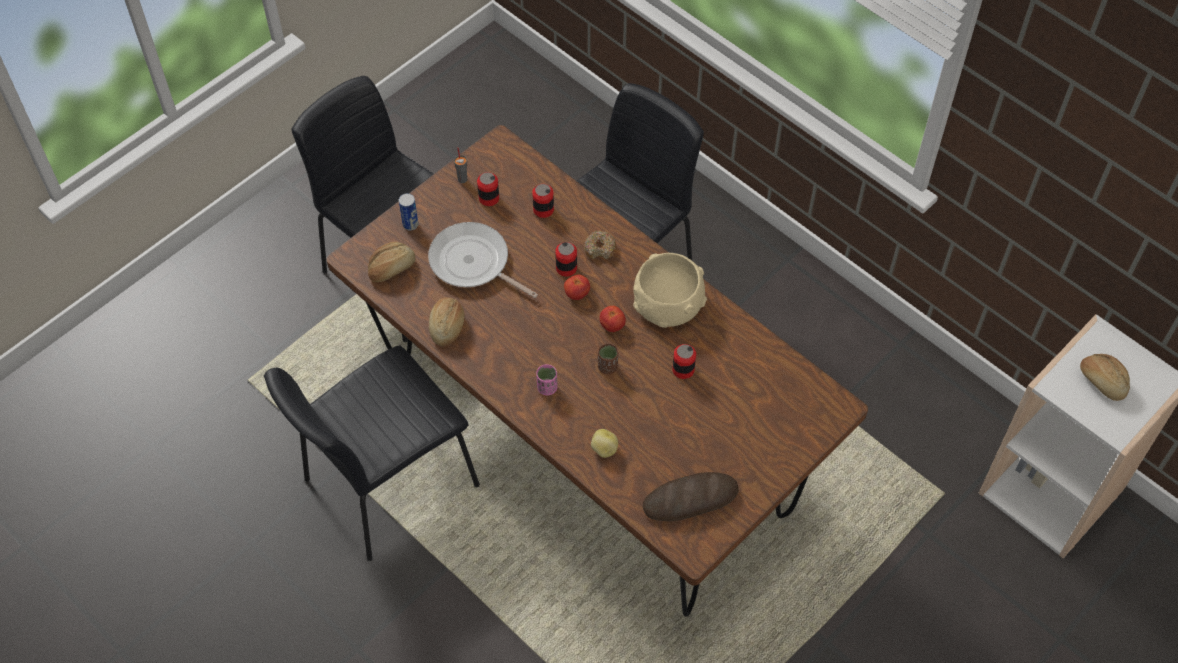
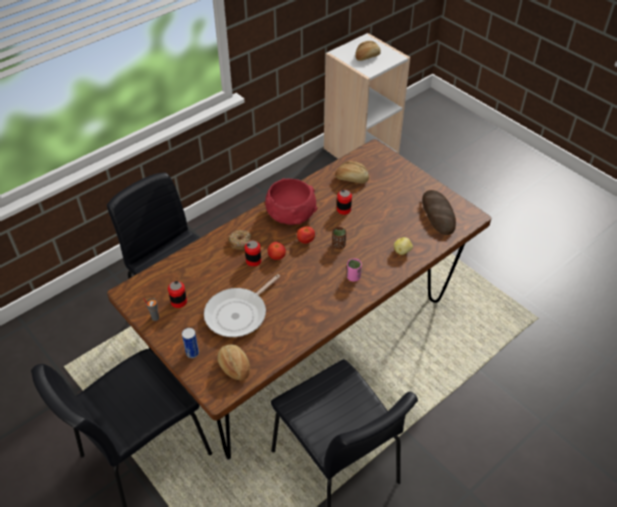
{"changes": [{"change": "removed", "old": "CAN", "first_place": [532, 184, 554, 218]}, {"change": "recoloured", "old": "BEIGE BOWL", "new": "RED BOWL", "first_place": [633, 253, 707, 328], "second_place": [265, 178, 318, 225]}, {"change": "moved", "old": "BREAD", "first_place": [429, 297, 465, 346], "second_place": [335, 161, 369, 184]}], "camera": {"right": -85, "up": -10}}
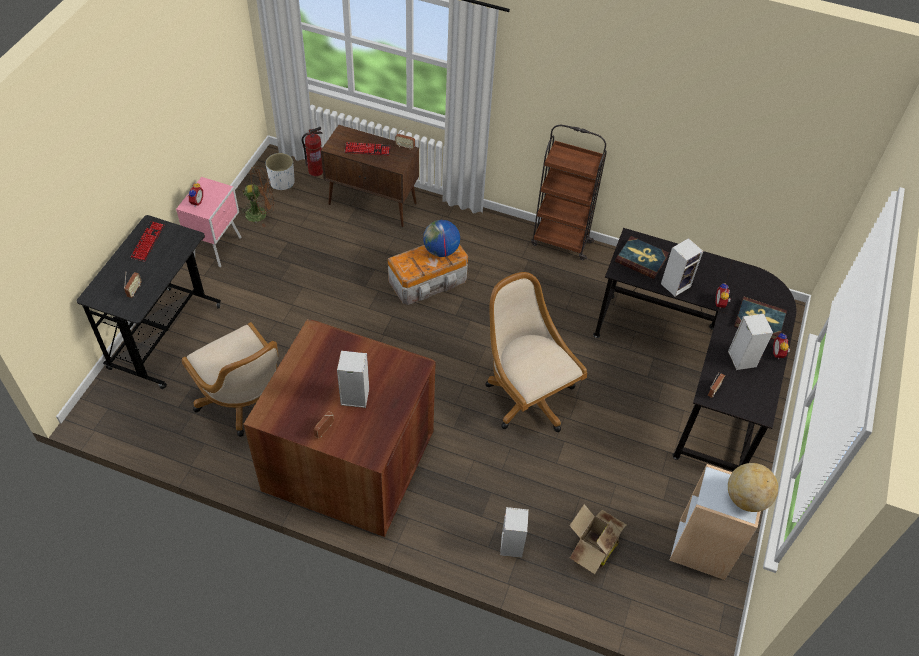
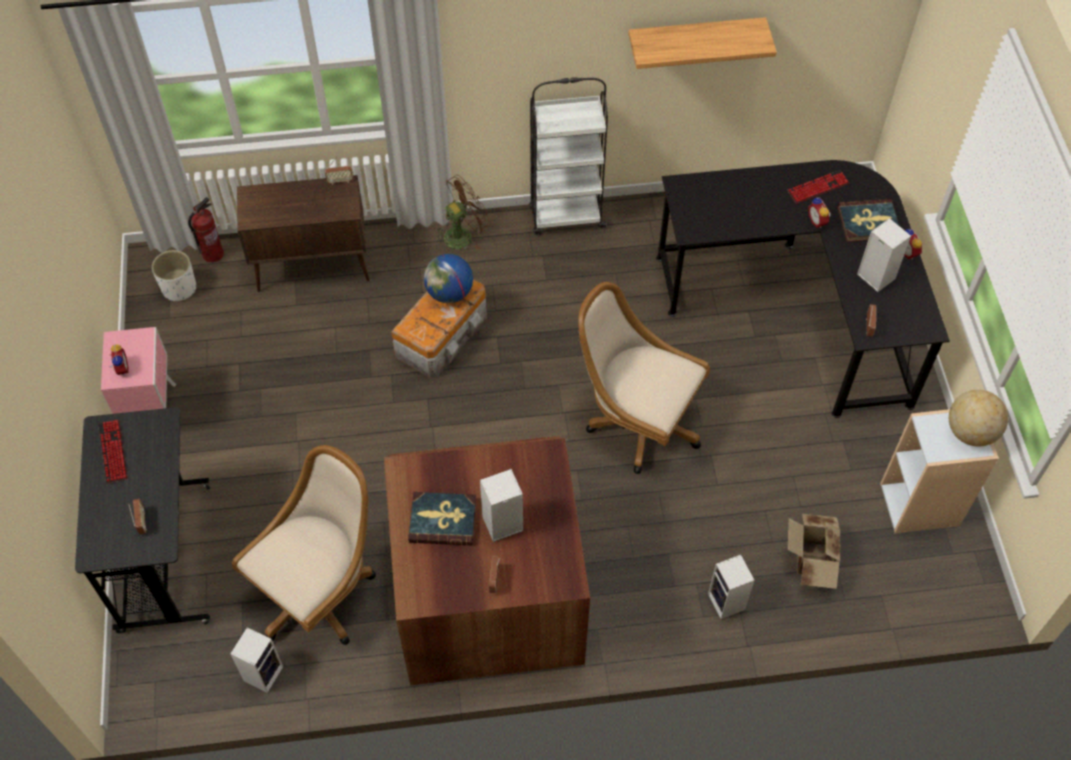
{"changes": [{"change": "recoloured", "old": "BROWN CART", "new": "WHITE CART", "first_place": [531, 125, 607, 260], "second_place": [529, 77, 609, 235]}, {"change": "moved", "old": "KEYBOARD", "first_place": [344, 142, 390, 155], "second_place": [787, 170, 849, 204]}, {"change": "moved", "old": "BROWN FAN", "first_place": [239, 166, 274, 227], "second_place": [435, 175, 491, 250]}, {"change": "moved", "old": "BOOK", "first_place": [615, 236, 669, 279], "second_place": [408, 492, 476, 546]}, {"change": "moved", "old": "SPEAKER", "first_place": [661, 238, 703, 296], "second_place": [230, 627, 283, 693]}, {"change": "turned", "old": "OFFICE CHAIR", "first_place": [182, 322, 278, 437], "second_place": [232, 445, 376, 645], "degrees": -75}, {"change": "added", "new": "SHELF", "second_place": [628, 17, 777, 69]}], "camera": {"right": -25, "up": 5}}
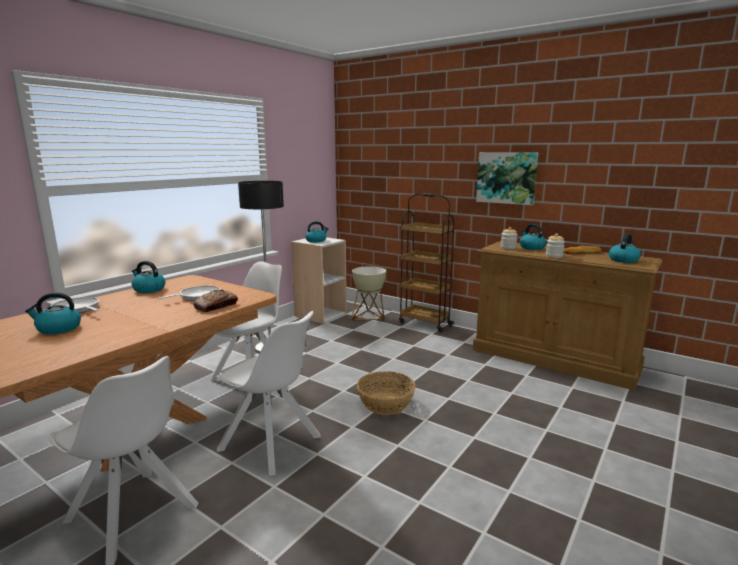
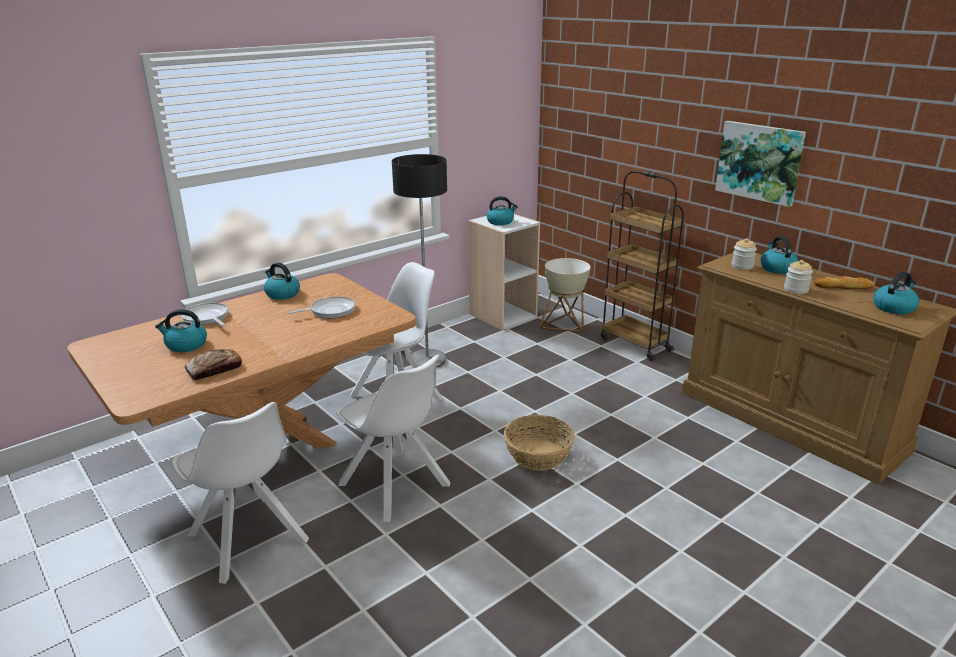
{"changes": [{"change": "moved", "old": "BREAD", "first_place": [193, 289, 238, 312], "second_place": [184, 349, 242, 380]}], "camera": {"right": 15, "up": 10}}
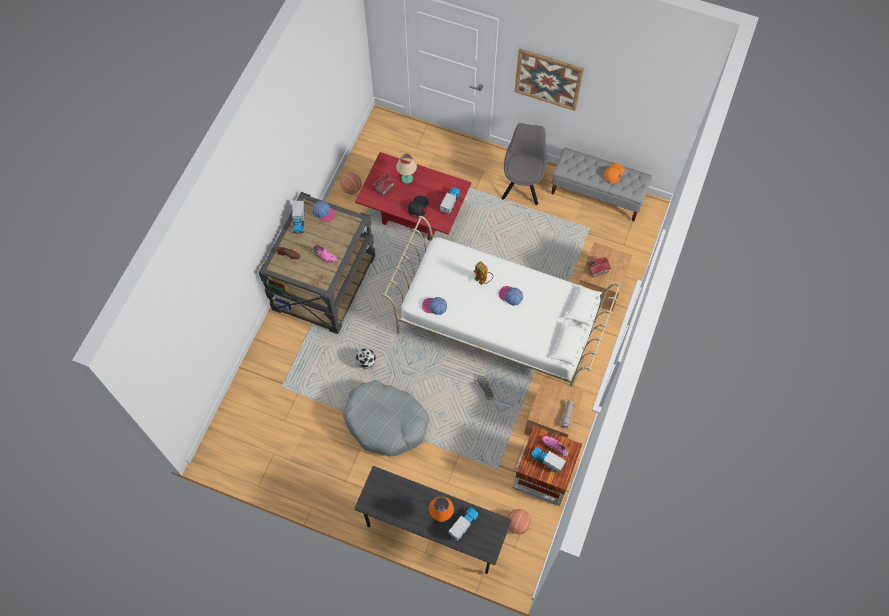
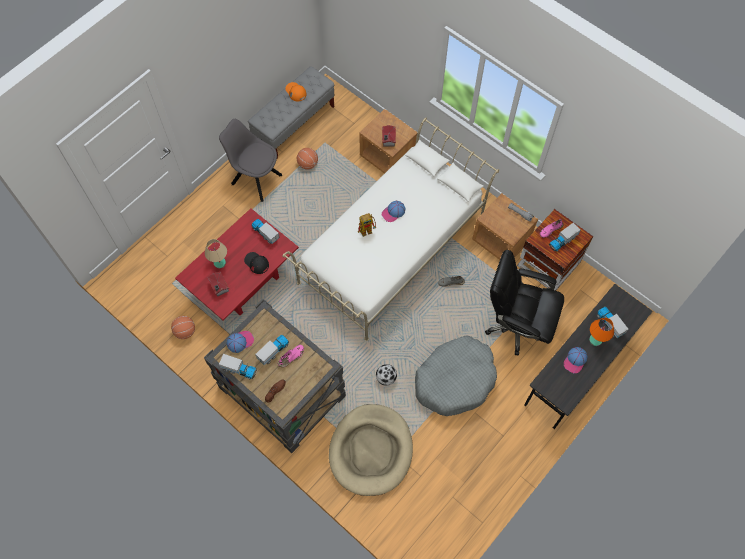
{"changes": [{"change": "removed", "old": "PICTURE", "first_place": [514, 49, 584, 111]}, {"change": "moved", "old": "CAP", "first_place": [422, 297, 447, 315], "second_place": [564, 347, 588, 373]}, {"change": "moved", "old": "BASKETBALL", "first_place": [507, 509, 531, 534], "second_place": [297, 148, 318, 170]}, {"change": "added", "new": "BLACK OFFICE CHAIR", "second_place": [485, 250, 564, 355]}, {"change": "added", "new": "TOY TRUCK", "second_place": [255, 335, 289, 365]}, {"change": "added", "new": "BEIGE DOG BED", "second_place": [329, 404, 413, 496]}], "camera": {"right": -70, "up": 0}}
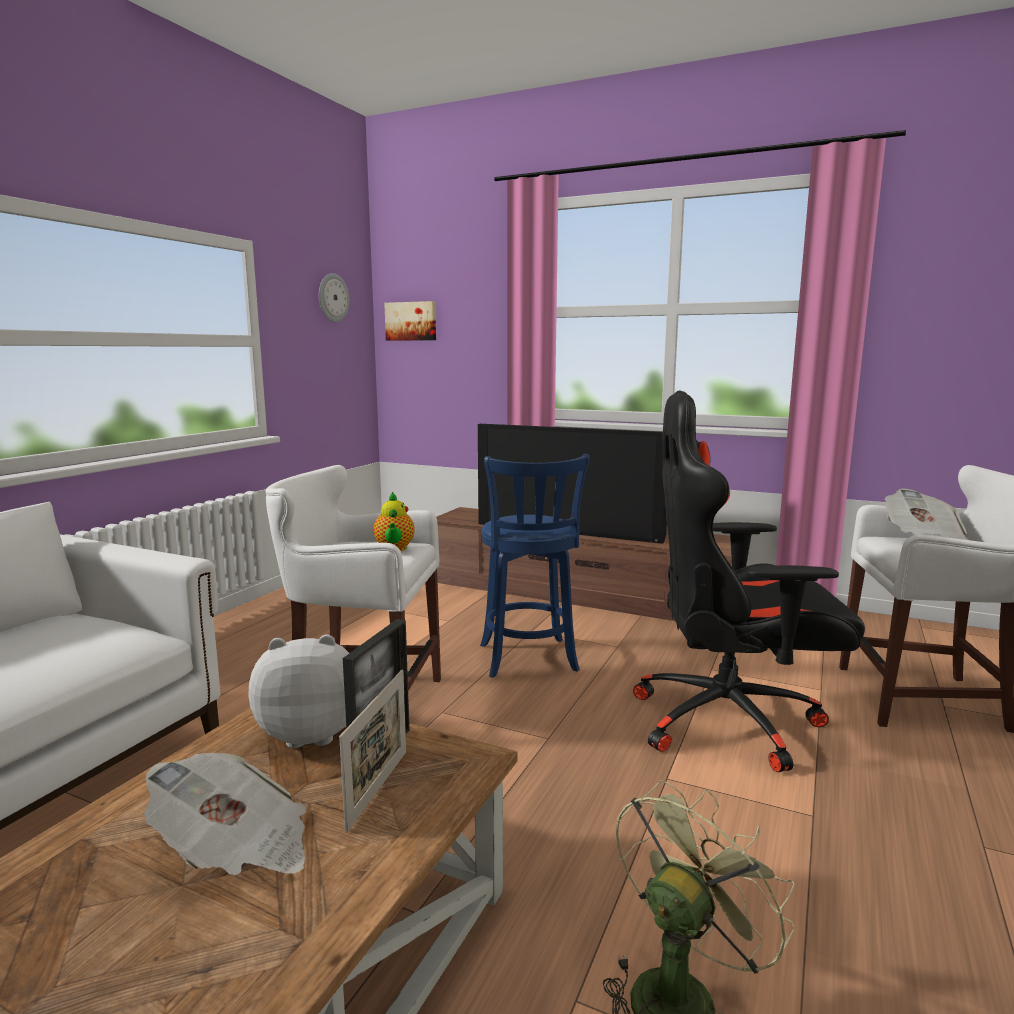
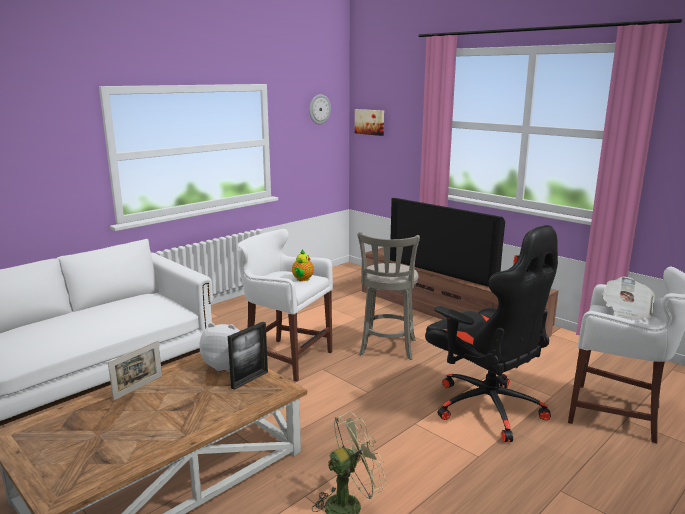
{"changes": [{"change": "turned", "old": "BLACK OFFICE CHAIR", "first_place": [633, 390, 865, 772], "second_place": [425, 225, 558, 442], "degrees": -150}, {"change": "recoloured", "old": "BLUE STOOL", "new": "GREY STOOL", "first_place": [480, 454, 590, 678], "second_place": [358, 232, 420, 360]}, {"change": "moved", "old": "PICTURE FRAME", "first_place": [339, 670, 406, 833], "second_place": [108, 340, 162, 400]}, {"change": "removed", "old": "NEWSPAPER", "first_place": [144, 753, 306, 875]}], "camera": {"right": 20, "up": 5}}
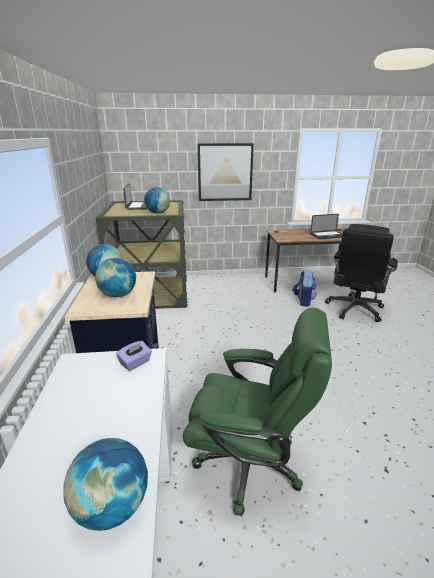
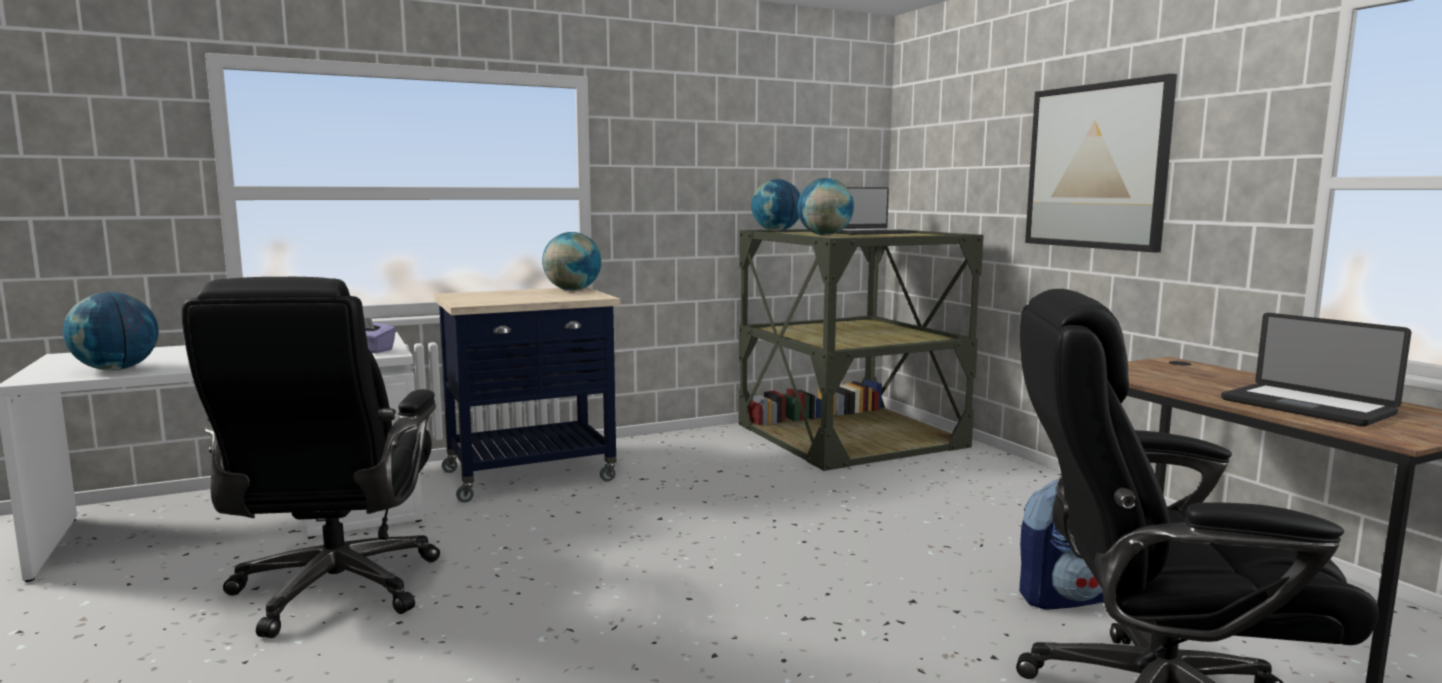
{"changes": [{"change": "moved", "old": "GLOBE", "first_place": [95, 258, 136, 297], "second_place": [751, 179, 800, 231]}, {"change": "recoloured", "old": "GREEN OFFICE CHAIR", "new": "BLACK OFFICE CHAIR", "first_place": [183, 308, 332, 516], "second_place": [182, 277, 440, 638]}], "camera": {"right": 70, "up": -15}}
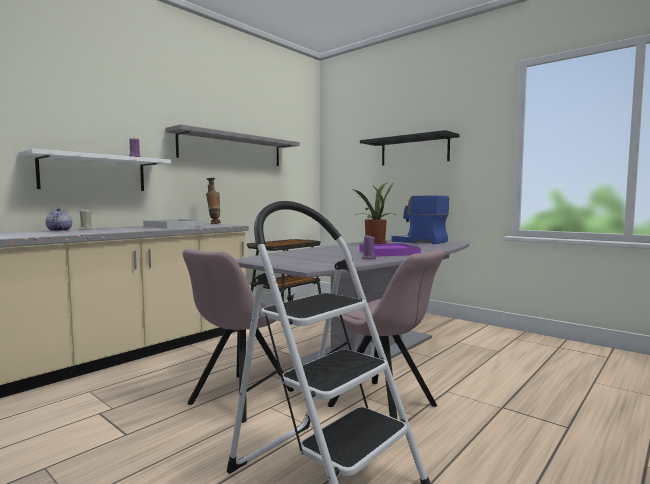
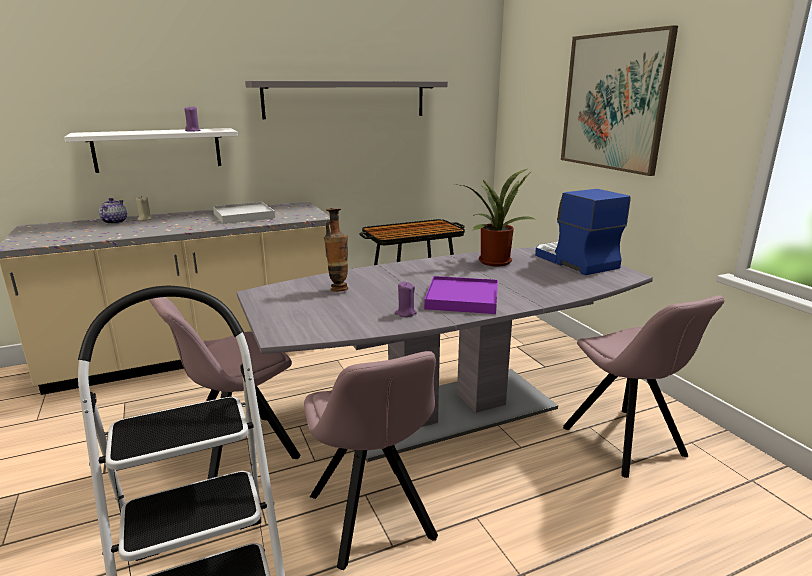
{"changes": [{"change": "replaced", "old": "BLACK SHELF", "new": "PICTURE", "first_place": [360, 130, 459, 166], "second_place": [561, 25, 678, 176]}, {"change": "moved", "old": "VASE", "first_place": [206, 178, 221, 224], "second_place": [324, 208, 348, 292]}, {"change": "added", "new": "PINK CHAIR", "second_place": [563, 295, 724, 478]}], "camera": {"right": 25, "up": 15}}
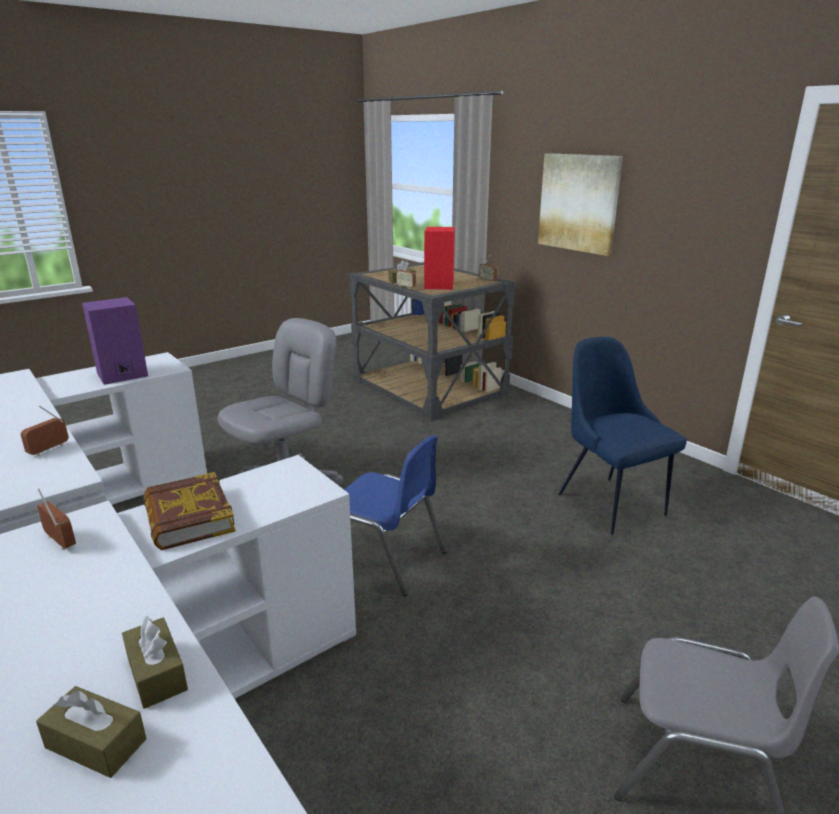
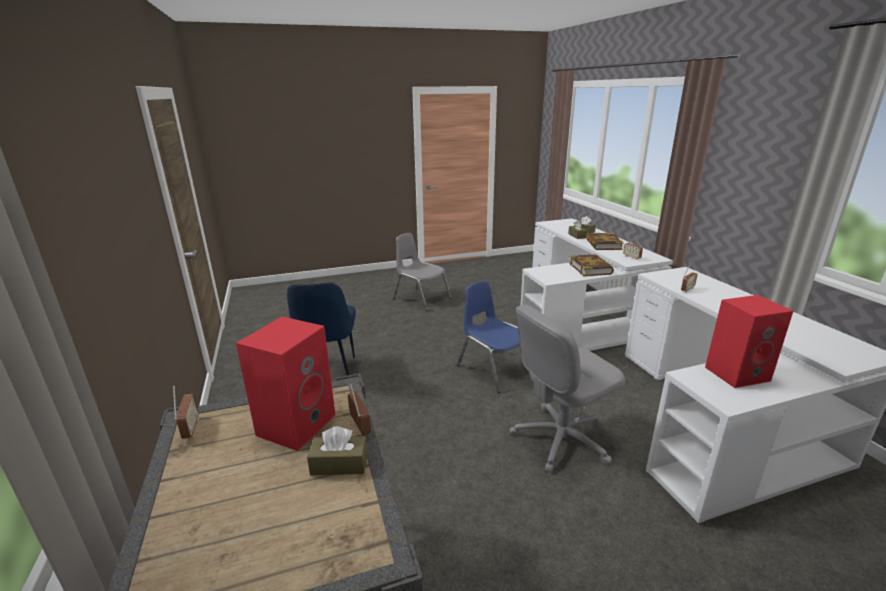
{"changes": [{"change": "removed", "old": "PICTURE", "first_place": [538, 153, 623, 256]}, {"change": "recoloured", "old": "PURPLE SPEAKER", "new": "RED SPEAKER", "first_place": [82, 297, 148, 385], "second_place": [705, 295, 793, 388]}, {"change": "added", "new": "BOOK", "second_place": [586, 233, 623, 250]}], "camera": {"right": -160, "up": 0}}
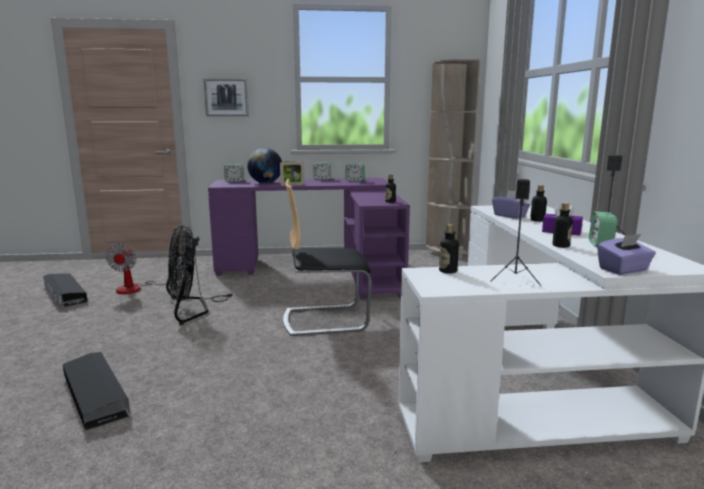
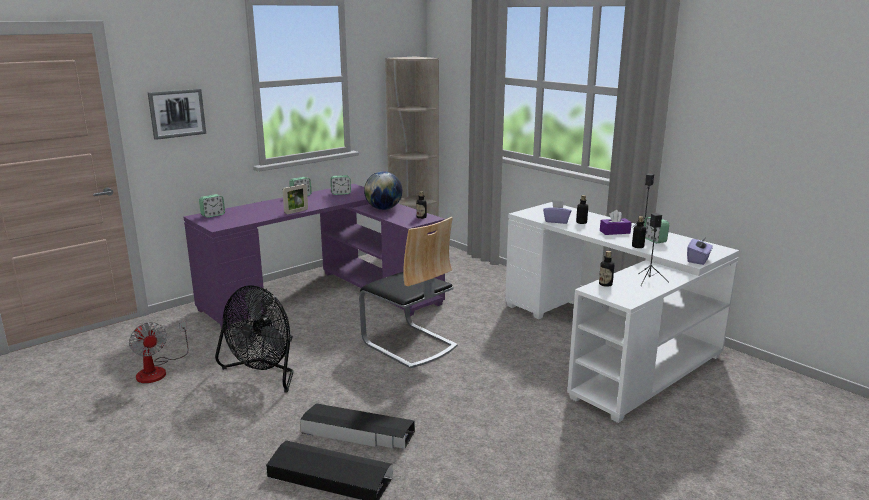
{"changes": [{"change": "moved", "old": "GLOBE", "first_place": [247, 148, 282, 183], "second_place": [364, 171, 402, 210]}, {"change": "turned", "old": "CHAIR", "first_place": [283, 179, 371, 336], "second_place": [359, 216, 458, 368], "degrees": -90}, {"change": "moved", "old": "BLACK STORAGE BOX", "first_place": [43, 273, 88, 307], "second_place": [300, 403, 415, 449]}], "camera": {"right": -35, "up": 5}}
